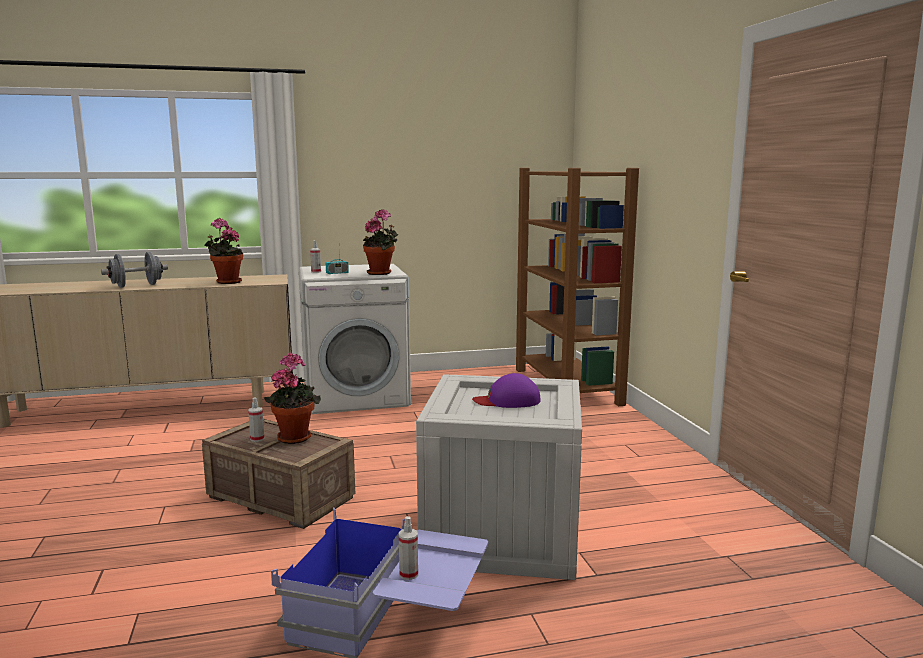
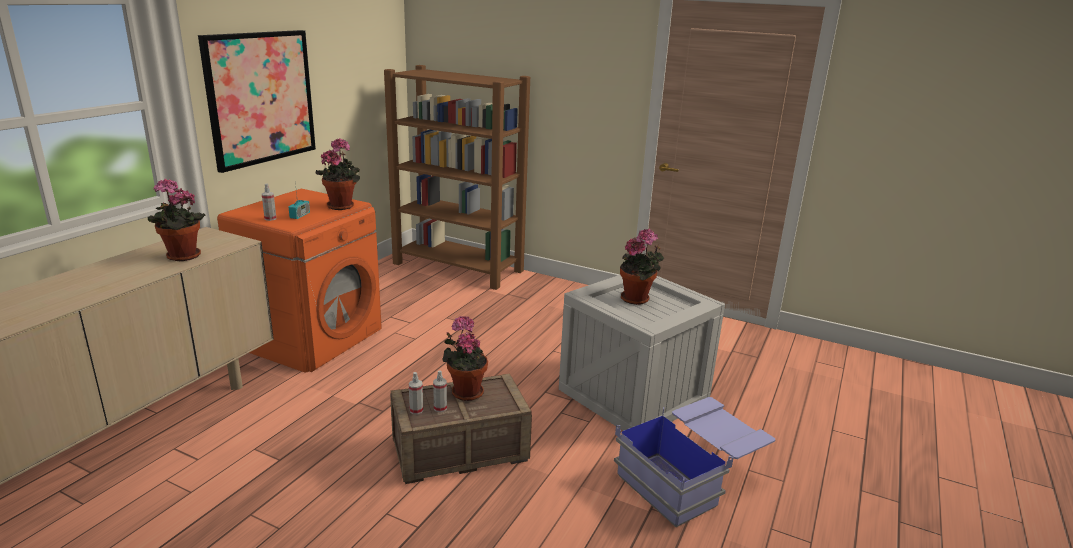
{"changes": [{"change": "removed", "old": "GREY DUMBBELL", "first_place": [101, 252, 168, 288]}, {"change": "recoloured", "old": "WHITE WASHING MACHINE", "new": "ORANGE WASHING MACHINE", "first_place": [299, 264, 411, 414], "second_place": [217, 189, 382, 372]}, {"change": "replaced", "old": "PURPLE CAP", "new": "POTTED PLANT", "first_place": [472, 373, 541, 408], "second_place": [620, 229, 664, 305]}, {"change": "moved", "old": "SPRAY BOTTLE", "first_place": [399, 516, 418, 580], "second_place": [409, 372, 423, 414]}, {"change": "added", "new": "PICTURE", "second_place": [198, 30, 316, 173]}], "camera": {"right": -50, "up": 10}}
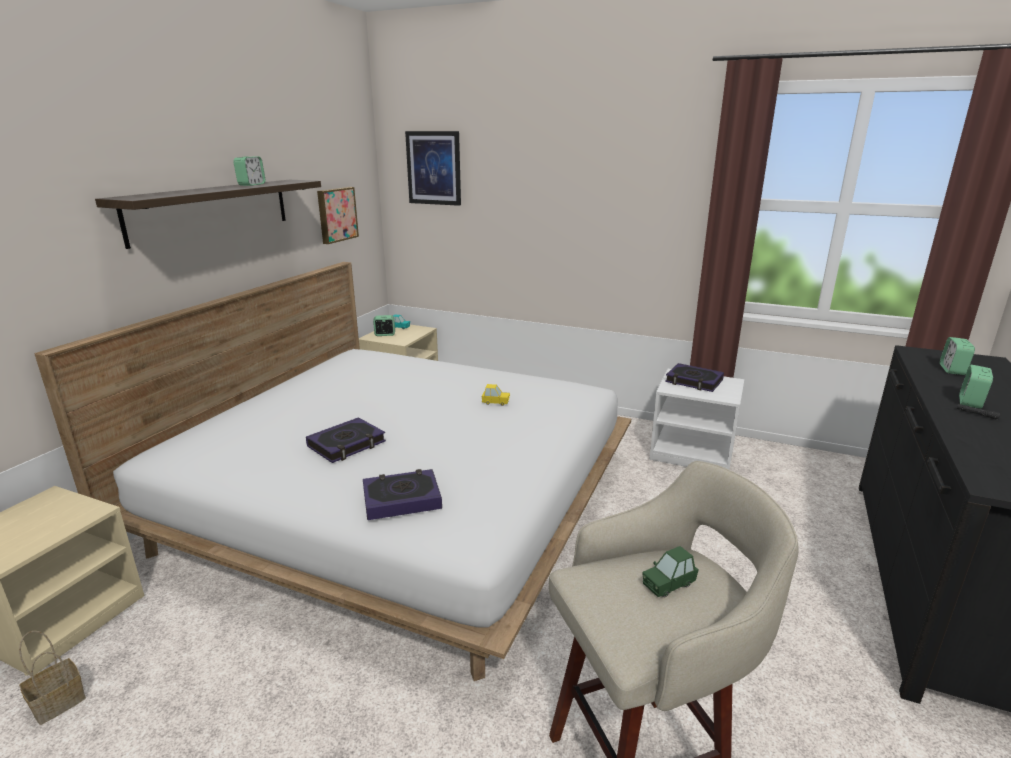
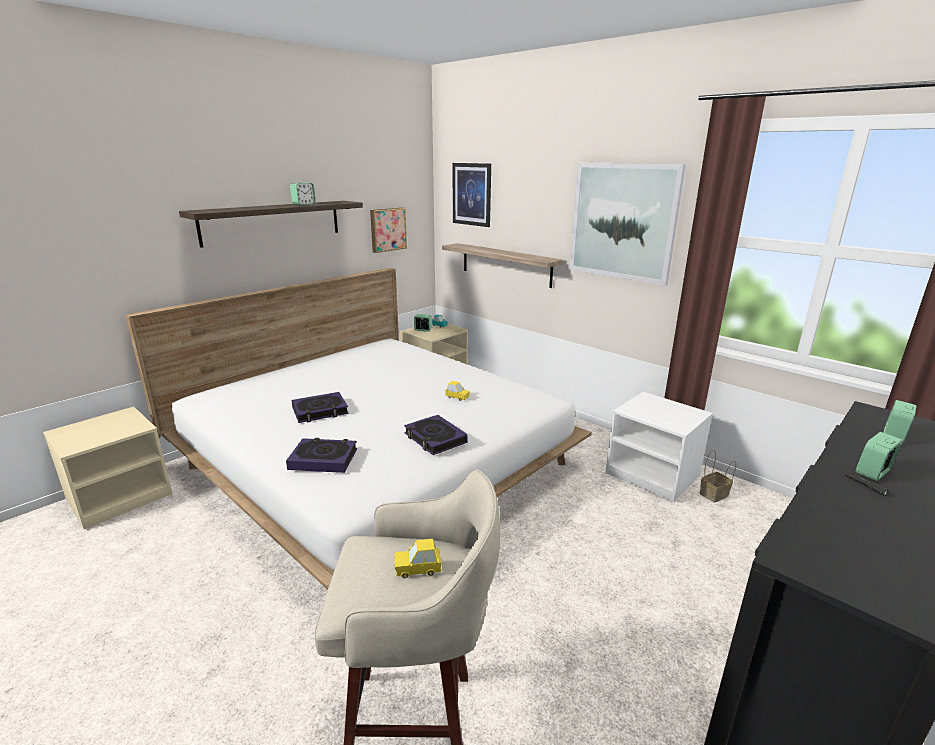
{"changes": [{"change": "moved", "old": "BOOK", "first_place": [665, 363, 724, 392], "second_place": [404, 415, 468, 455]}, {"change": "recoloured", "old": "GREEN TOY CAR", "new": "YELLOW TOY CAR", "first_place": [642, 546, 699, 598], "second_place": [394, 539, 441, 578]}, {"change": "moved", "old": "BASKET", "first_place": [19, 630, 86, 725], "second_place": [700, 450, 736, 503]}, {"change": "added", "new": "PICTURE", "second_place": [570, 163, 686, 285]}, {"change": "added", "new": "SHELF", "second_place": [442, 243, 563, 288]}], "camera": {"right": 20, "up": 0}}
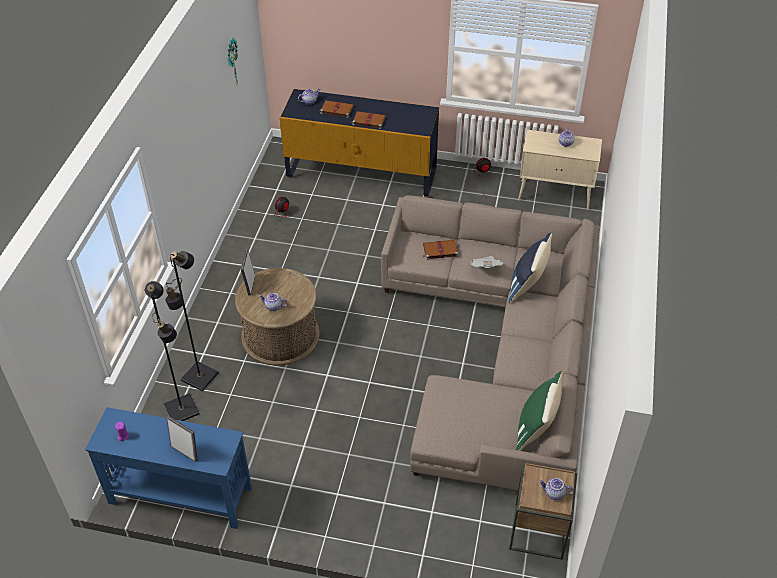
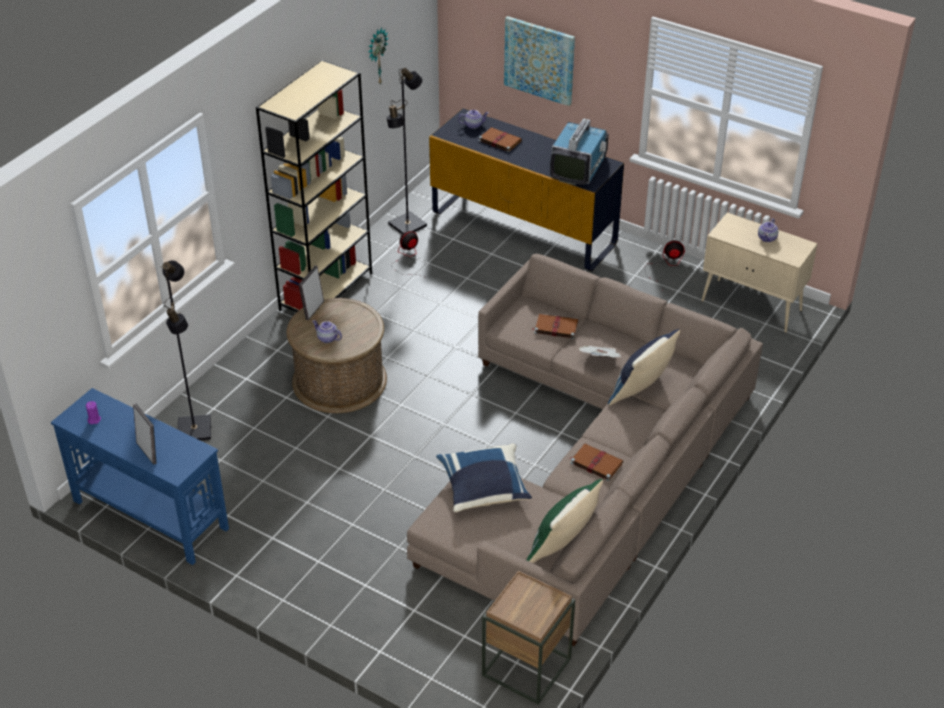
{"changes": [{"change": "moved", "old": "BROWN BOOK", "first_place": [351, 111, 386, 129], "second_place": [570, 444, 623, 481]}, {"change": "moved", "old": "BLACK FLOOR LAMP", "first_place": [165, 251, 219, 391], "second_place": [387, 68, 427, 234]}, {"change": "removed", "old": "TEAPOT", "first_place": [539, 478, 574, 500]}, {"change": "added", "new": "PICTURE", "second_place": [504, 16, 575, 106]}, {"change": "added", "new": "BEIGE BOOKCASE", "second_place": [256, 59, 372, 312]}, {"change": "added", "new": "TELEVISION", "second_place": [550, 118, 609, 185]}, {"change": "added", "new": "BLUE PILLOW", "second_place": [436, 443, 532, 512]}], "camera": {"right": 20, "up": -5}}
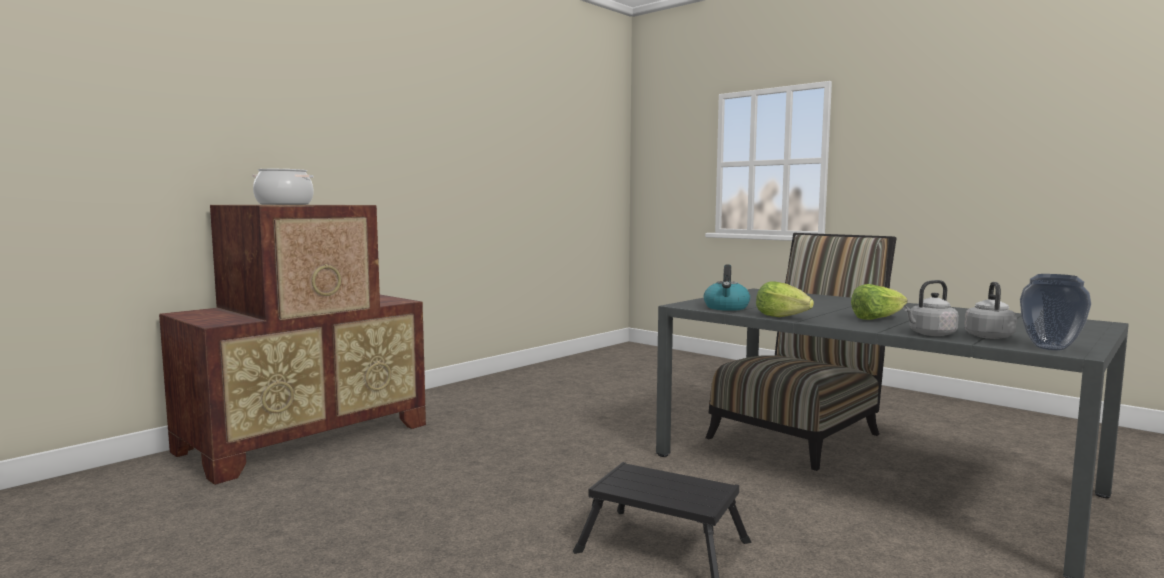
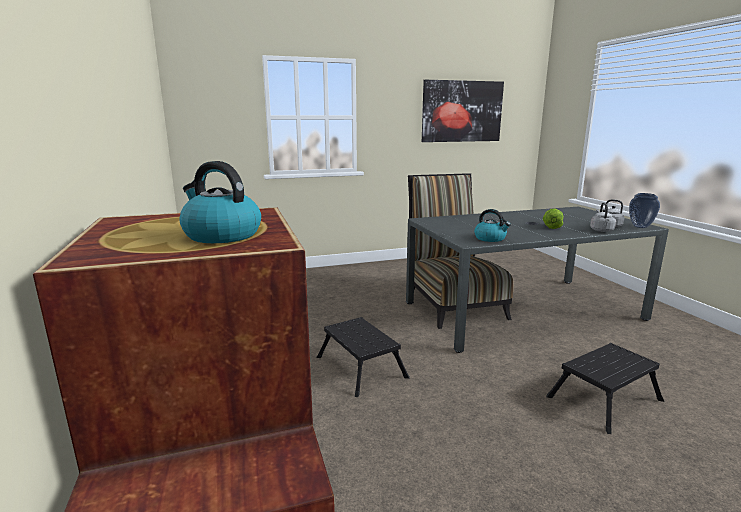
{"changes": [{"change": "replaced", "old": "COOKING POT", "new": "KETTLE", "first_place": [252, 169, 314, 205], "second_place": [180, 161, 261, 243]}, {"change": "removed", "old": "LETTUCE", "first_place": [756, 281, 814, 317]}, {"change": "added", "new": "PICTURE", "second_place": [422, 80, 504, 142]}, {"change": "added", "new": "BLACK STEP LADDER", "second_place": [316, 317, 410, 397]}], "camera": {"right": -60, "up": 10}}
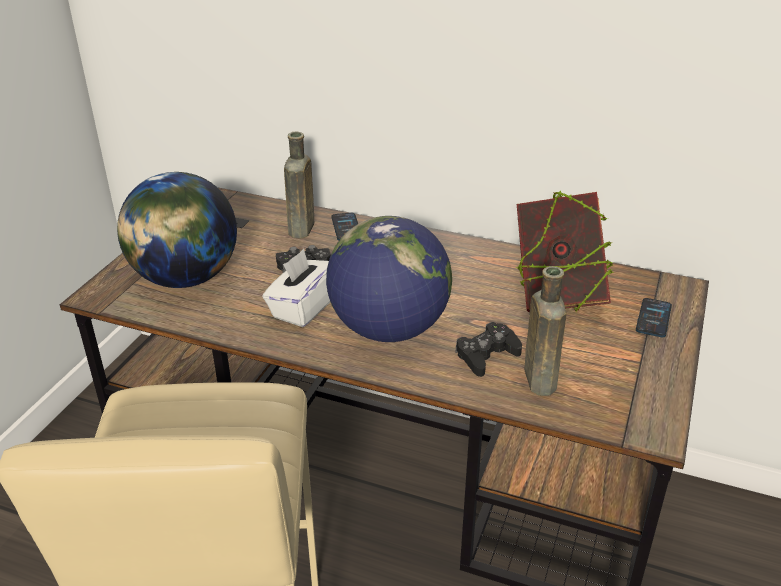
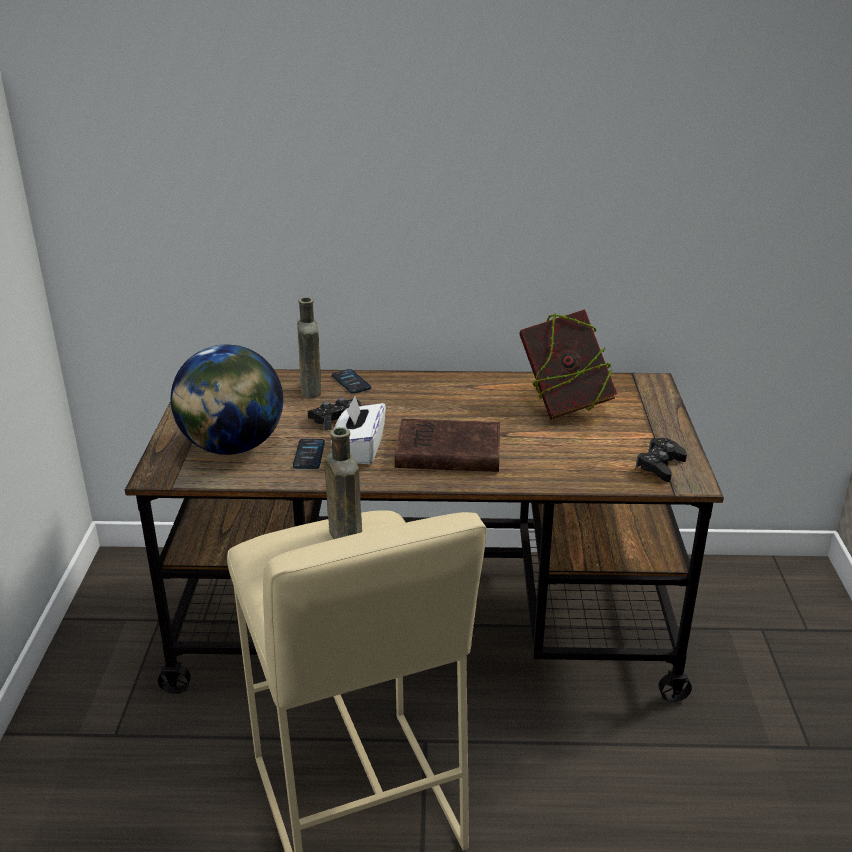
{"changes": [{"change": "replaced", "old": "GLOBE", "new": "BROWN BOOK", "first_place": [326, 216, 452, 342], "second_place": [394, 419, 500, 472]}, {"change": "moved", "old": "BROWN BOTTLE", "first_place": [524, 266, 566, 396], "second_place": [324, 427, 362, 539]}, {"change": "moved", "old": "PHONE", "first_place": [636, 298, 672, 337], "second_place": [293, 439, 325, 469]}, {"change": "moved", "old": "BLACK GAME CONTROLLER", "first_place": [456, 322, 522, 377], "second_place": [635, 438, 687, 482]}], "camera": {"right": -20, "up": -5}}
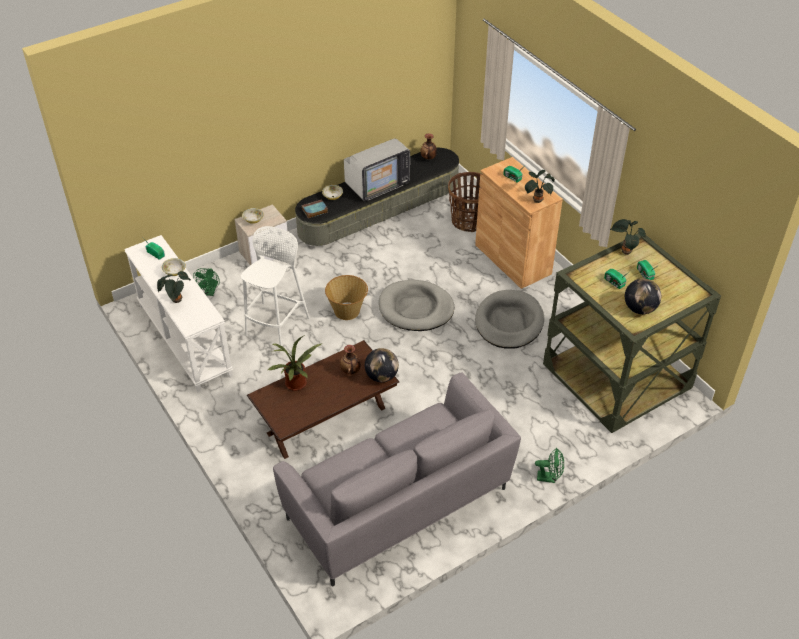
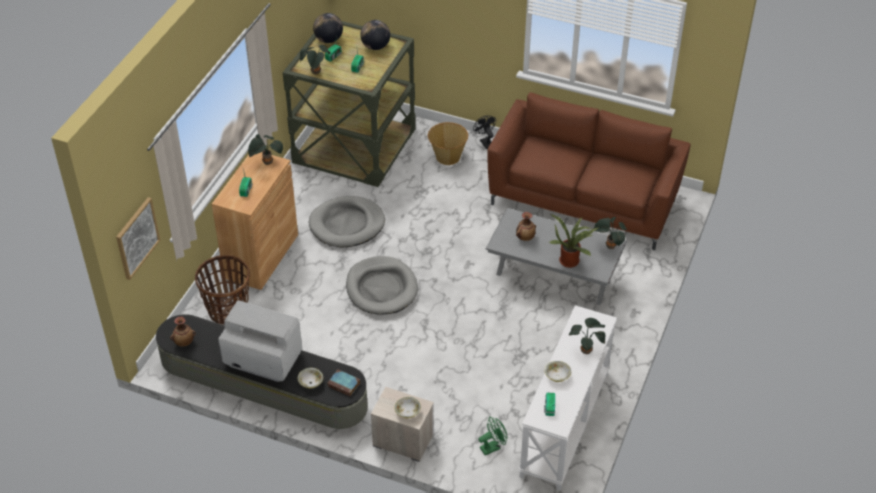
{"changes": [{"change": "removed", "old": "WHITE STOOL", "first_place": [241, 226, 310, 346]}, {"change": "moved", "old": "BASKET", "first_place": [325, 275, 368, 320], "second_place": [428, 122, 468, 165]}, {"change": "recoloured", "old": "BROWN COFFEE TABLE", "new": "GREY COFFEE TABLE", "first_place": [247, 340, 399, 459], "second_place": [485, 208, 627, 305]}, {"change": "moved", "old": "GLOBE", "first_place": [365, 348, 399, 382], "second_place": [313, 13, 343, 43]}, {"change": "recoloured", "old": "GREY SOFA", "new": "BROWN SOFA", "first_place": [273, 372, 521, 586], "second_place": [487, 92, 690, 250]}, {"change": "recoloured", "old": "GREEN FAN", "new": "BLACK FAN", "first_place": [535, 448, 564, 483], "second_place": [473, 116, 496, 149]}, {"change": "added", "new": "PICTURE", "second_place": [116, 197, 160, 280]}, {"change": "added", "new": "POTTED PLANT", "second_place": [594, 217, 627, 249]}], "camera": {"right": -125, "up": 0}}
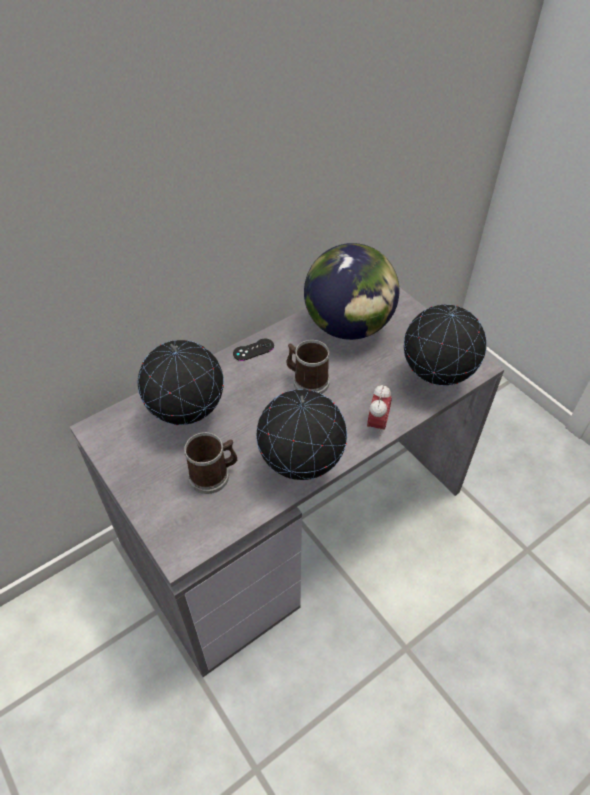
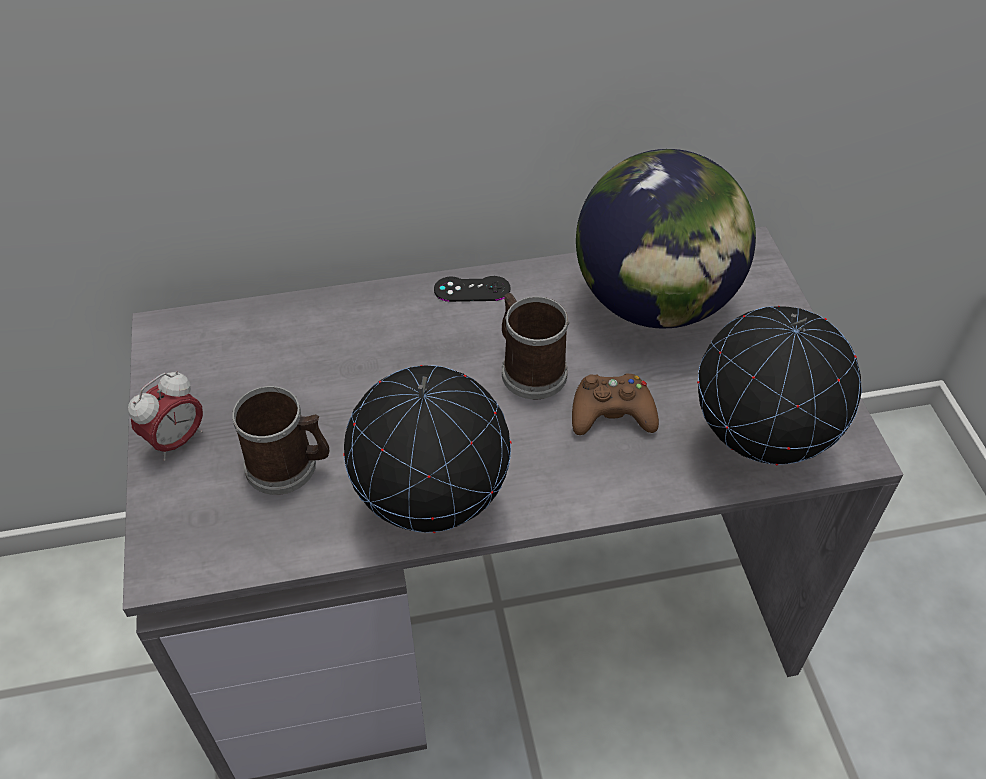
{"changes": [{"change": "removed", "old": "GLOBE", "first_place": [138, 340, 224, 425]}, {"change": "moved", "old": "ALARM CLOCK", "first_place": [367, 384, 392, 436], "second_place": [128, 371, 203, 461]}, {"change": "added", "new": "BROWN GAME CONTROLLER", "second_place": [572, 374, 659, 435]}], "camera": {"right": 25, "up": 0}}
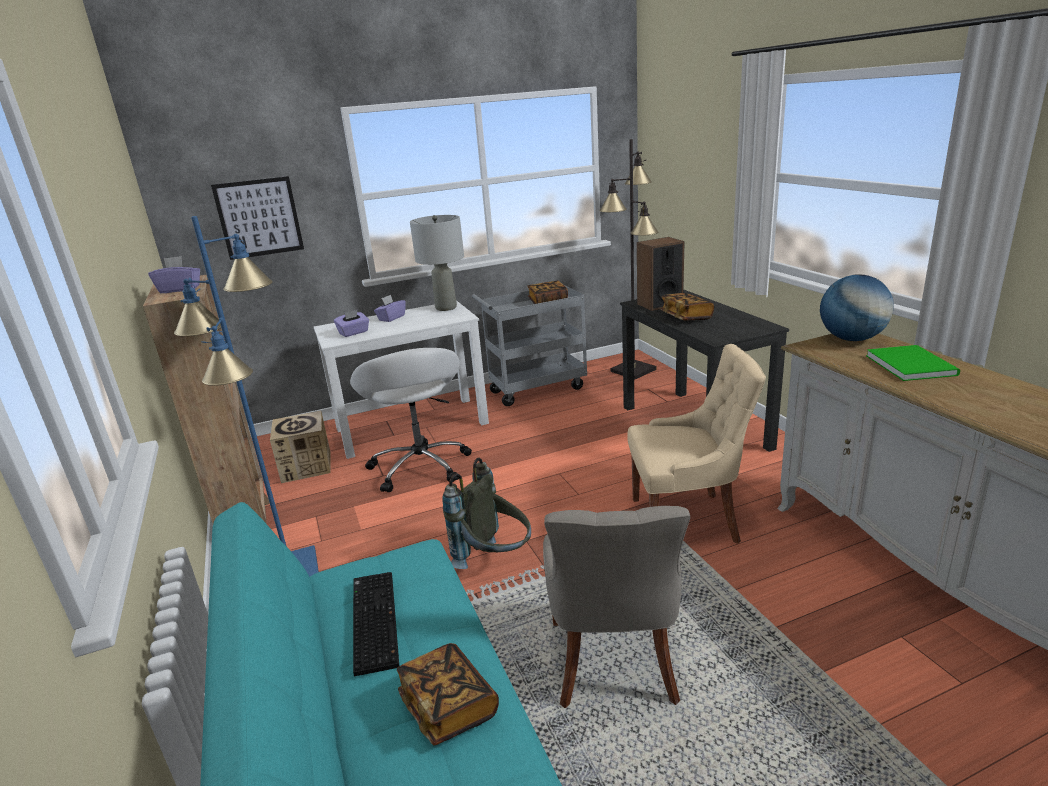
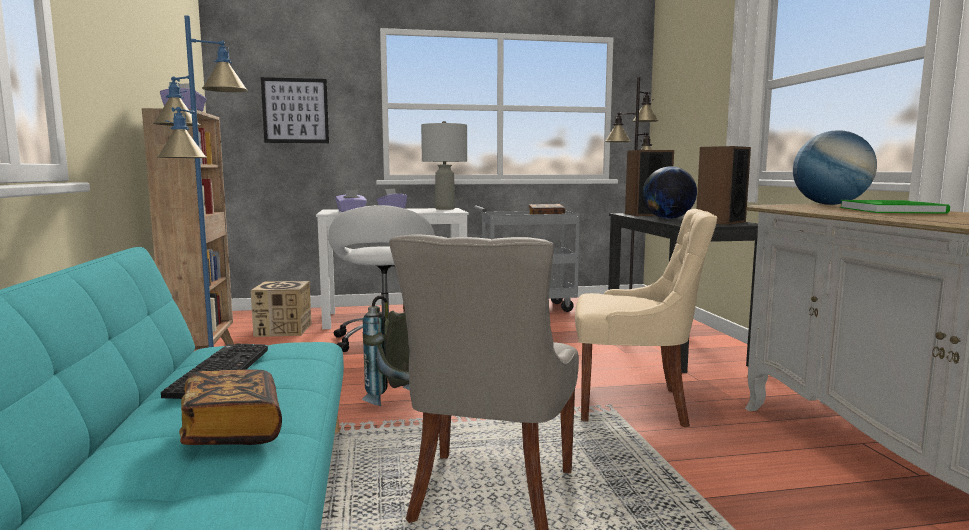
{"changes": [{"change": "replaced", "old": "BOOK", "new": "GLOBE", "first_place": [660, 293, 714, 320], "second_place": [643, 166, 697, 219]}, {"change": "added", "new": "SPEAKER", "second_place": [697, 146, 751, 225]}], "camera": {"right": 10, "up": -15}}
